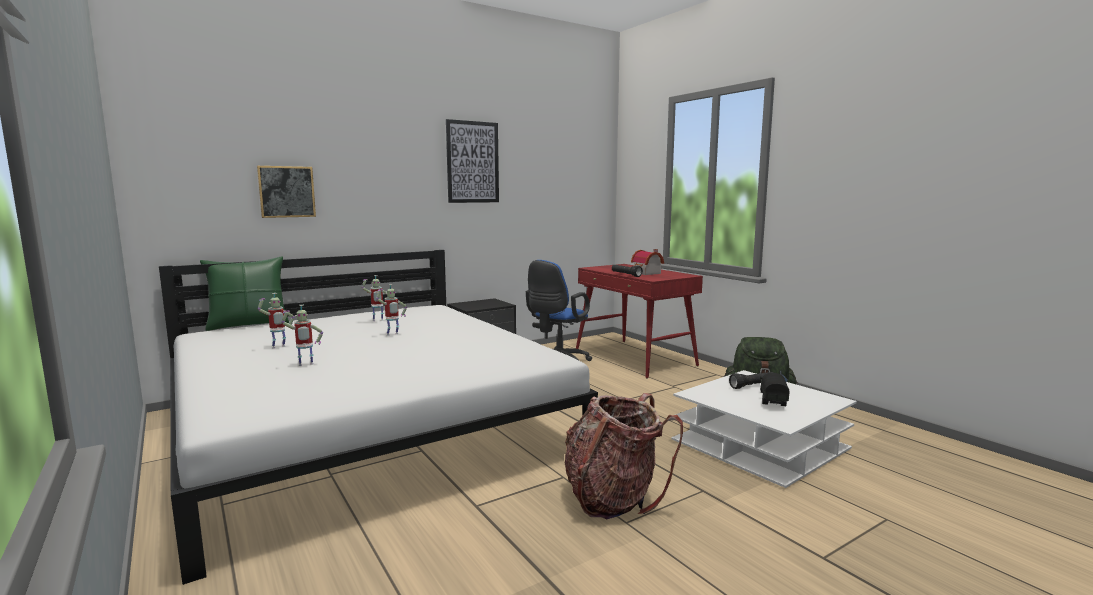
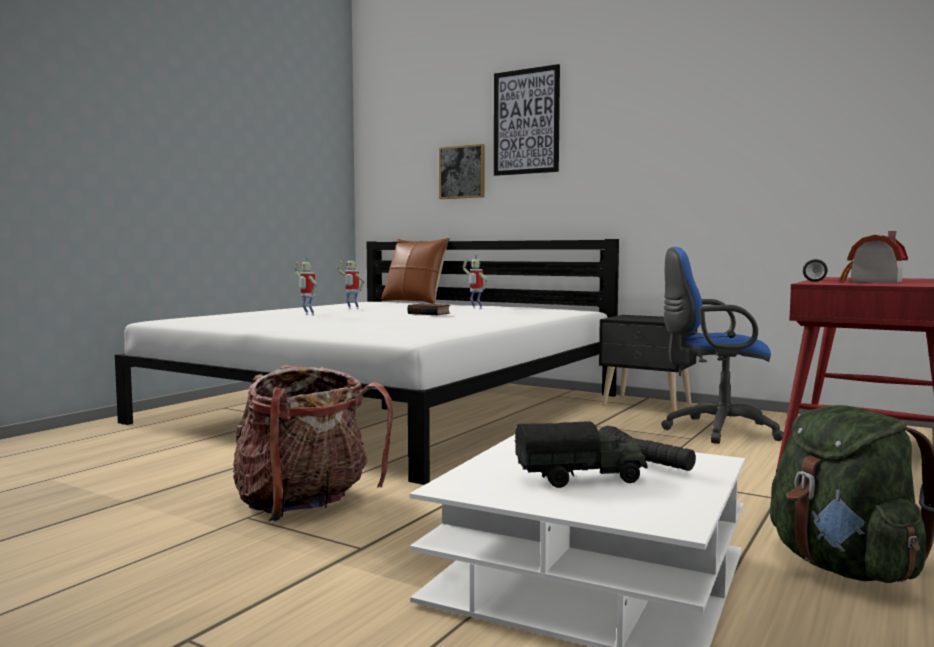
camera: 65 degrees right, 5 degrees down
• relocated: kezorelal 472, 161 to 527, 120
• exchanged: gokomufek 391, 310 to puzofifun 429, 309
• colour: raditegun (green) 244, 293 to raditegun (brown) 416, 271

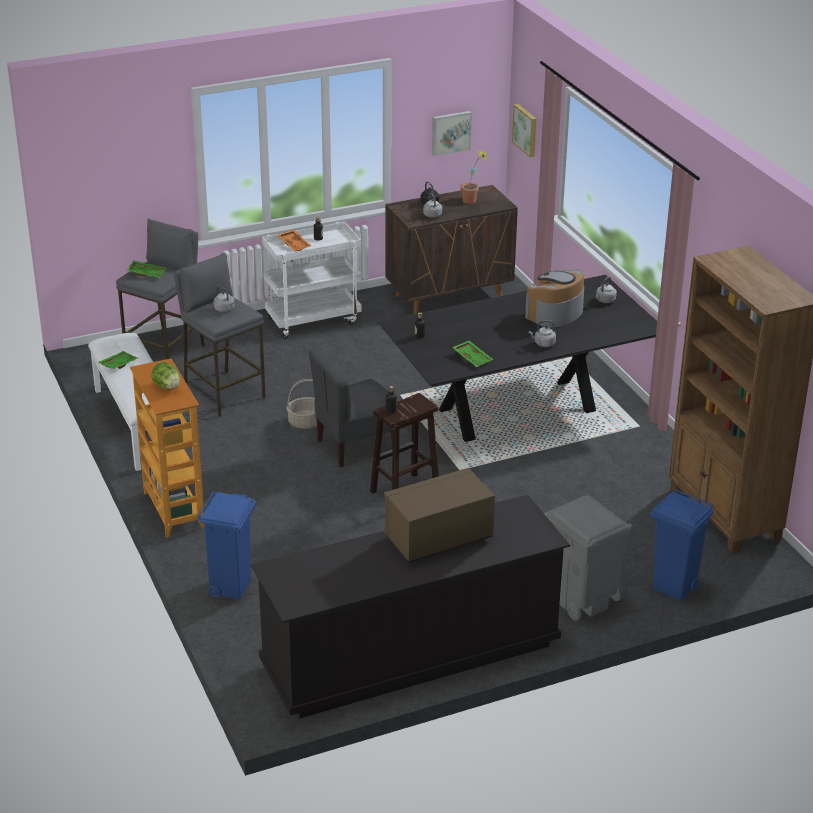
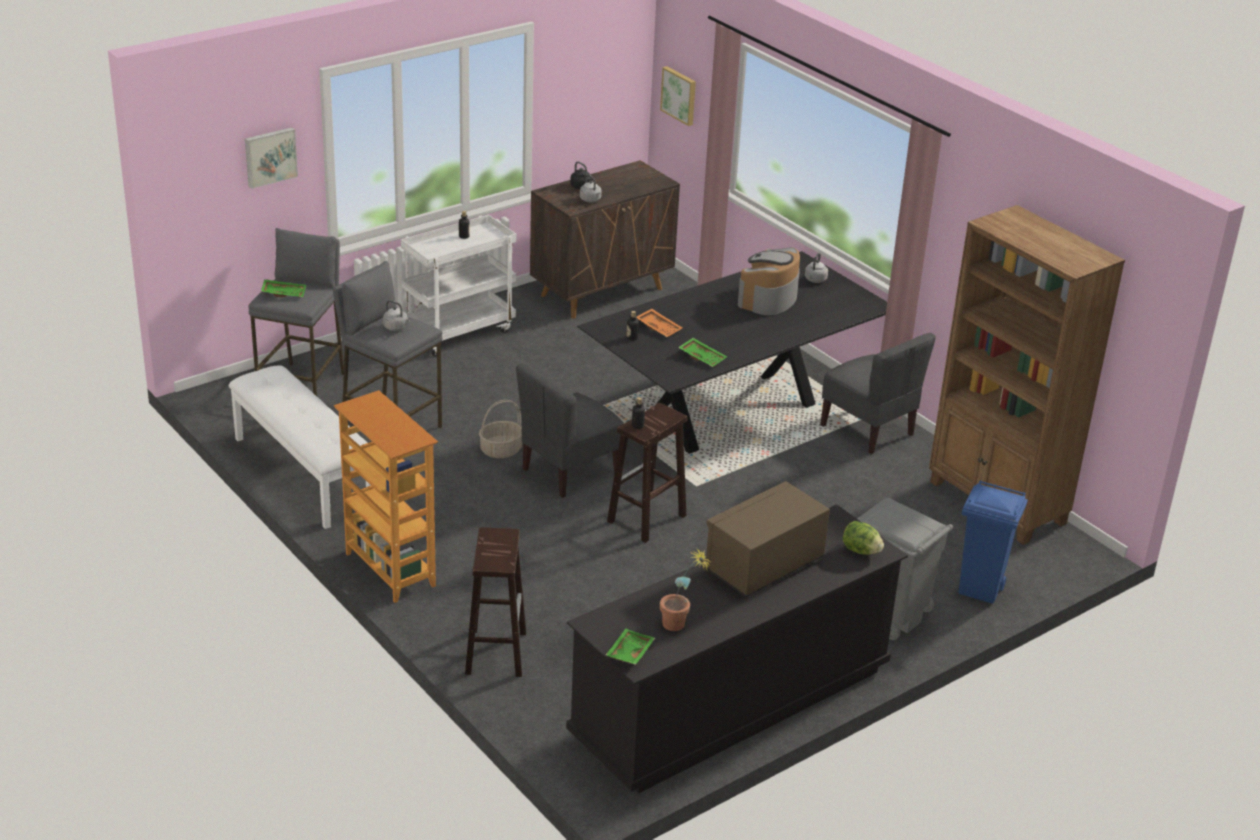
camera: 15 degrees left, 0 degrees up
• missing: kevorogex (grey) 542, 333
• appeared: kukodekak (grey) 878, 393
• relocated: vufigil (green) 118, 360 to 630, 647
• relocated: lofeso 165, 375 to 863, 538
• relocated: vufigil (orange) 294, 240 to 659, 323
• relocated: kezorelal 452, 133 to 271, 158
• relocated: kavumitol 475, 177 to 685, 589
• exchanged: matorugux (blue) 227, 545 to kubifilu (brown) 495, 602

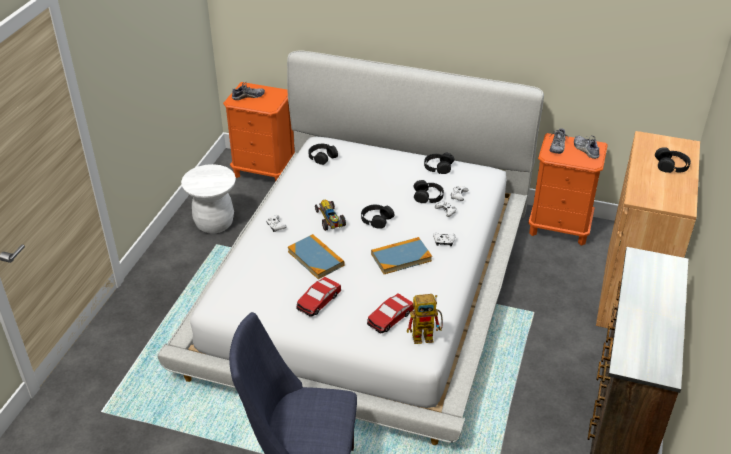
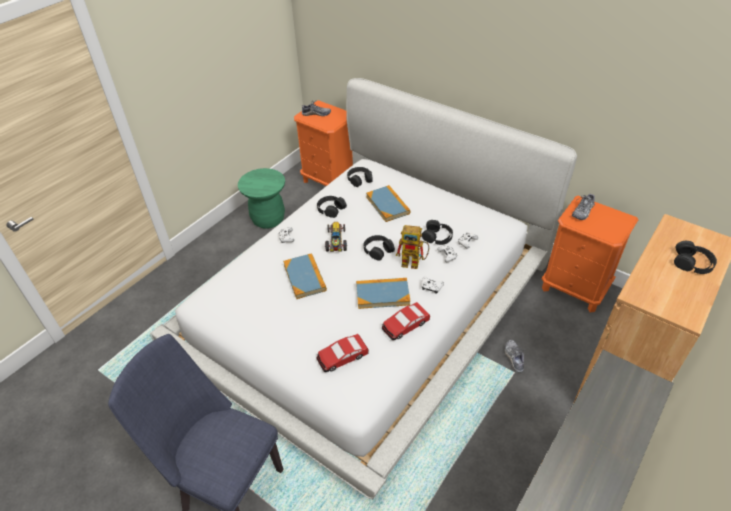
camera: 20 degrees right, 5 degrees up
• appeared: puzofifun 388, 203
• relocated: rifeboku 319, 296 to 406, 321
• relocated: gokomufek 425, 319 to 412, 247
• relocated: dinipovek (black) 439, 163 to 332, 207
• relocated: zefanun 587, 147 to 515, 355
• colour: kubifilu (white) 208, 199 to kubifilu (green) 261, 198

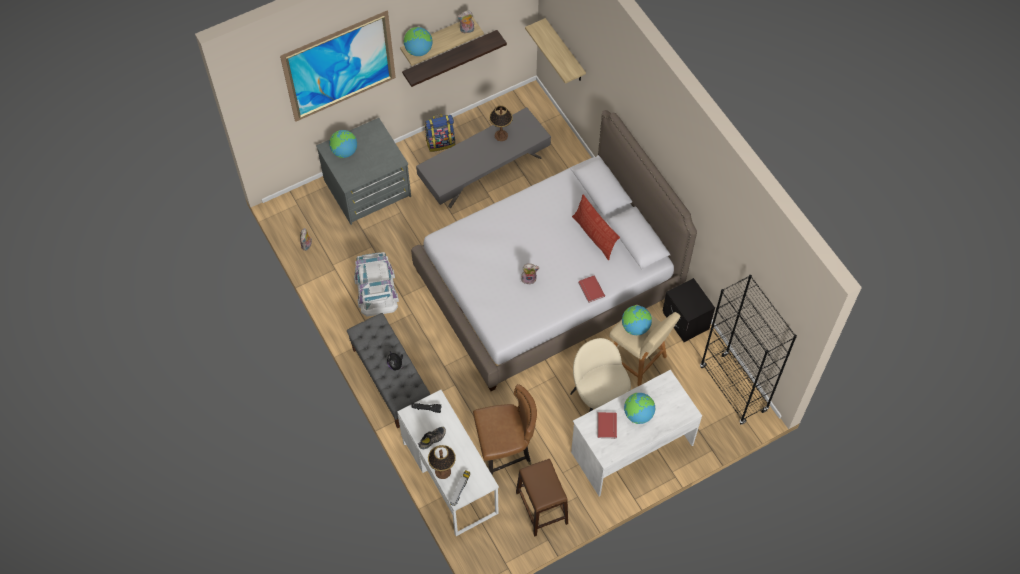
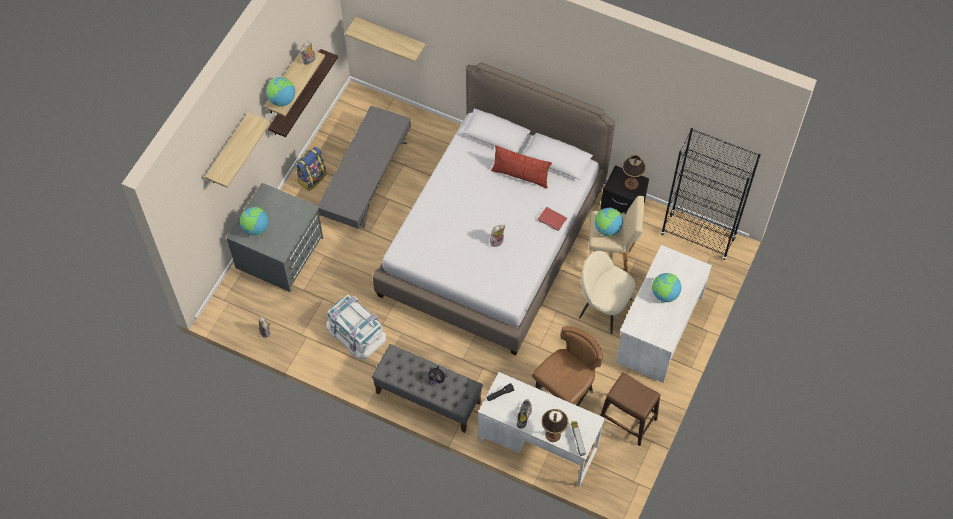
camera: 35 degrees left, 0 degrees up
• missing: puzofifun (red) 607, 425
• relocated: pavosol 501, 123 to 634, 172
• exchanged: kezorelal 338, 66 to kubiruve 237, 150

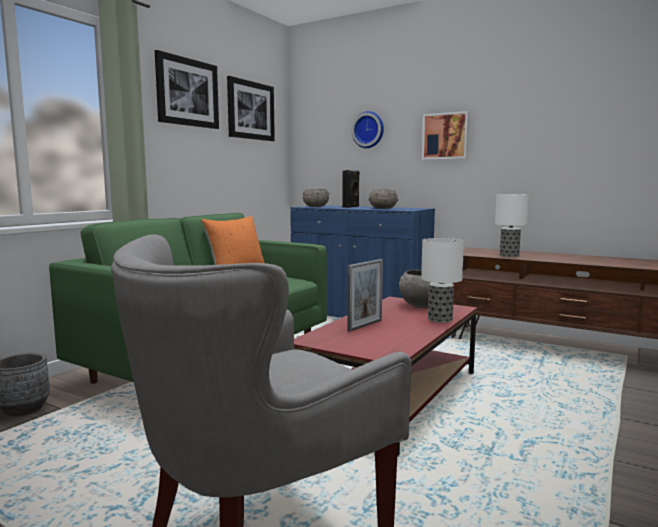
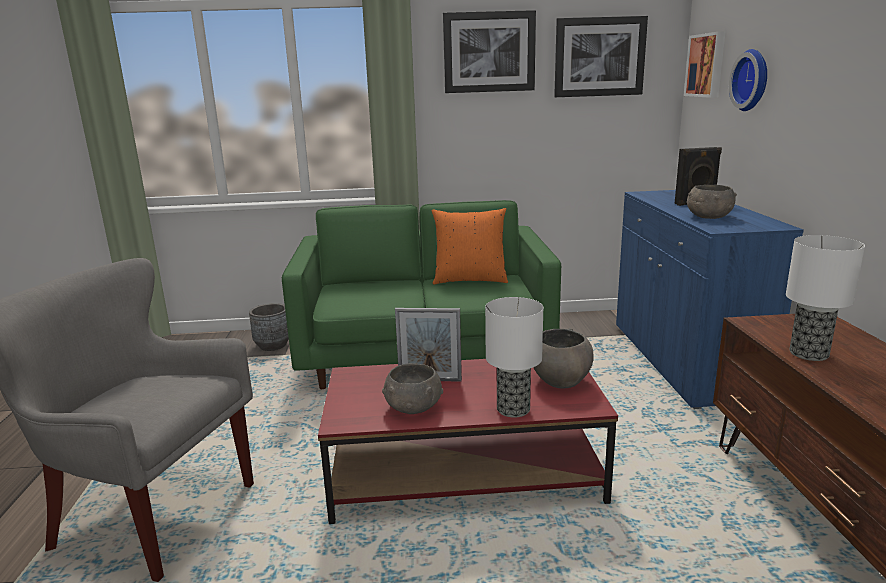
camera: 55 degrees right, 10 degrees up
• relocated: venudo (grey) 316, 198 to 412, 388
• relocated: kezorelal 445, 135 to 705, 64

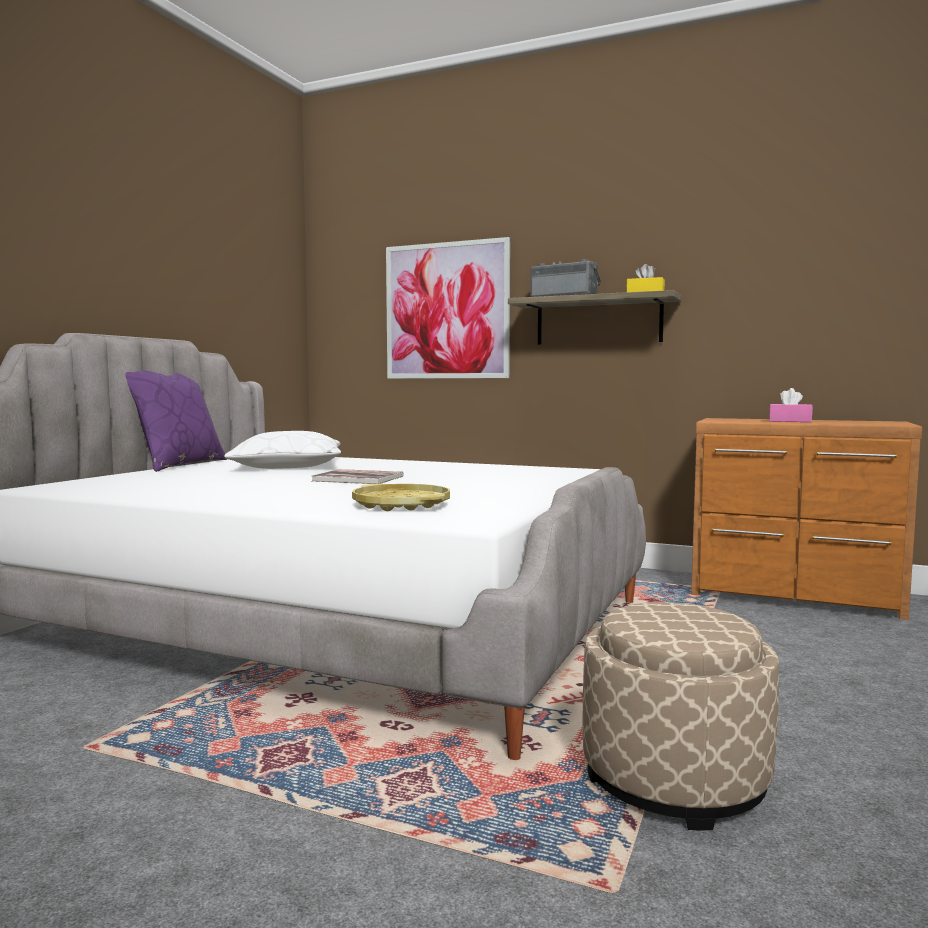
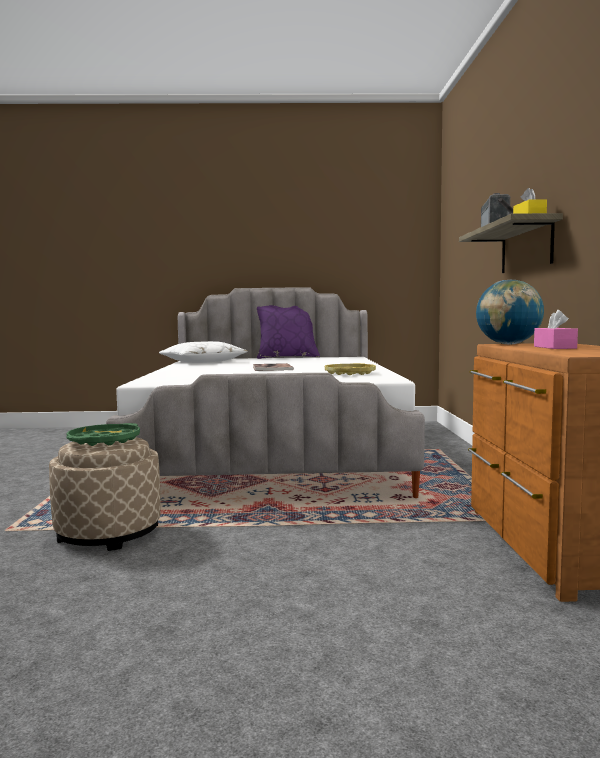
camera: 65 degrees right, 0 degrees up
• missing: kezorelal 448, 308
• appeared: vufigil (green) 103, 434
• appeared: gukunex 510, 312
• relocated: raditegun (white) 282, 450 to 203, 352
• relocated: vufigil (yellow) 401, 497 to 350, 369

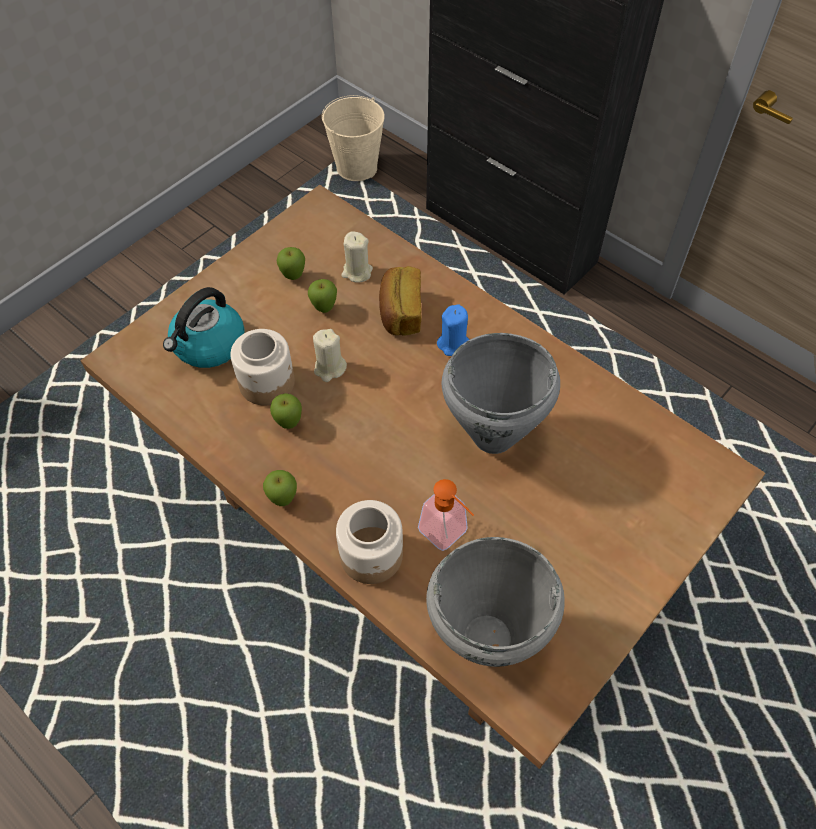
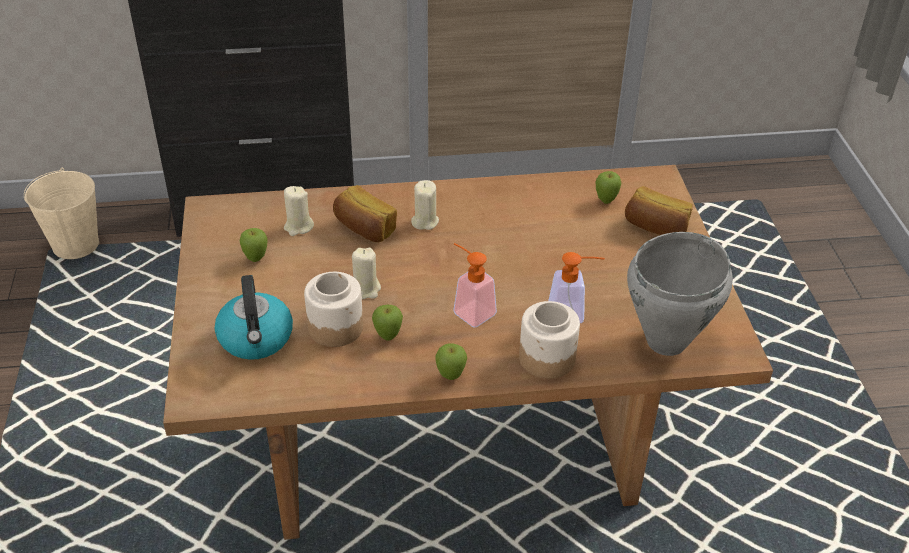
camera: 50 degrees left, 15 degrees down
• missing: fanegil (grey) 501, 393
• appeared: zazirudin 475, 285
• appeared: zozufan 659, 210
• relocated: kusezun 322, 296 to 608, 187
• colour: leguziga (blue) 453, 330 to leguziga (beige) 425, 205

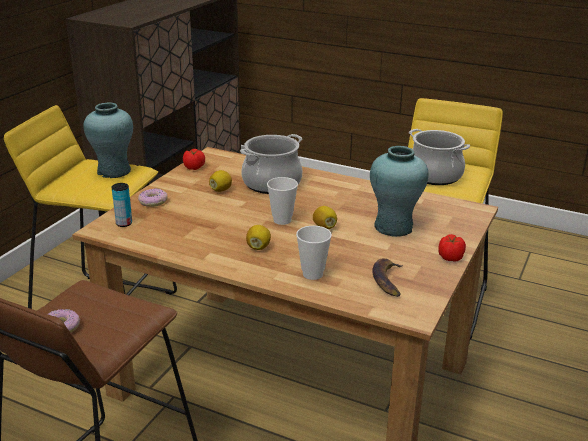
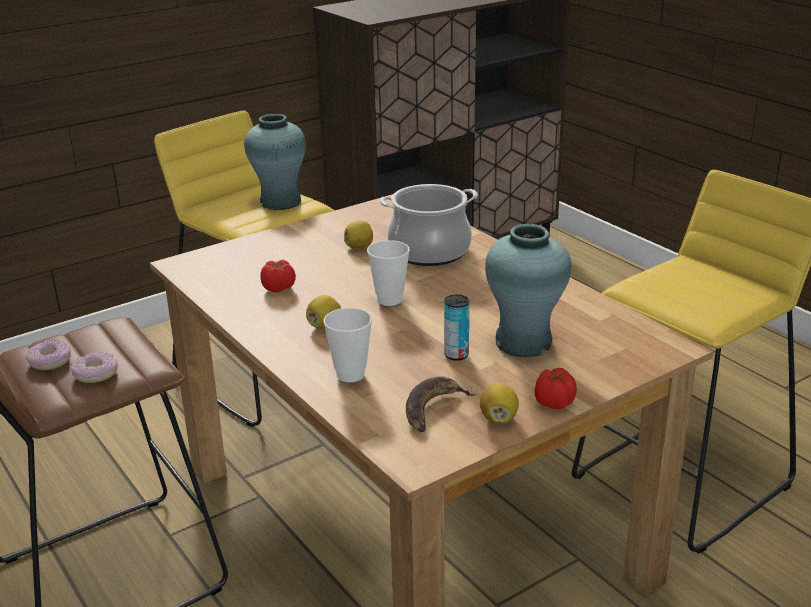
camera: 30 degrees right, 0 degrees up
• missing: fanegil 439, 157
• relocated: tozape 121, 205 to 456, 328
• relocated: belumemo 153, 197 to 94, 367
• relocated: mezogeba 194, 159 to 278, 276
• relocated: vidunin 325, 217 to 499, 403

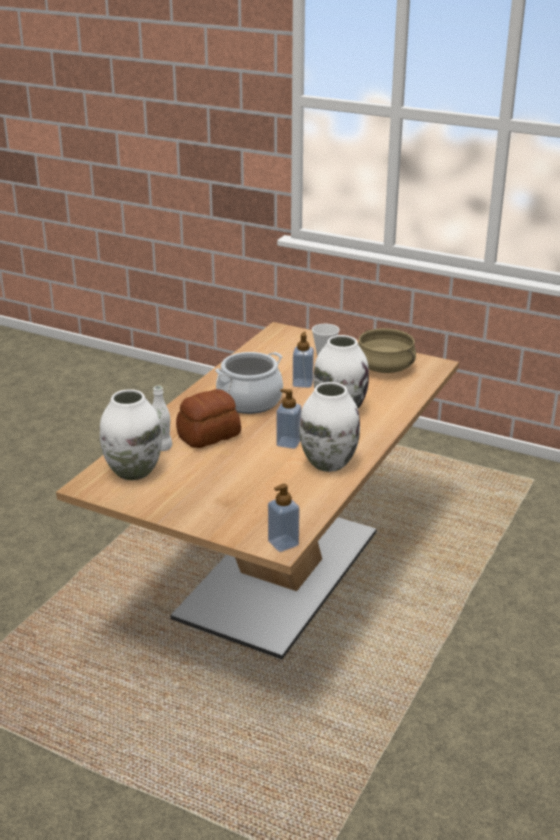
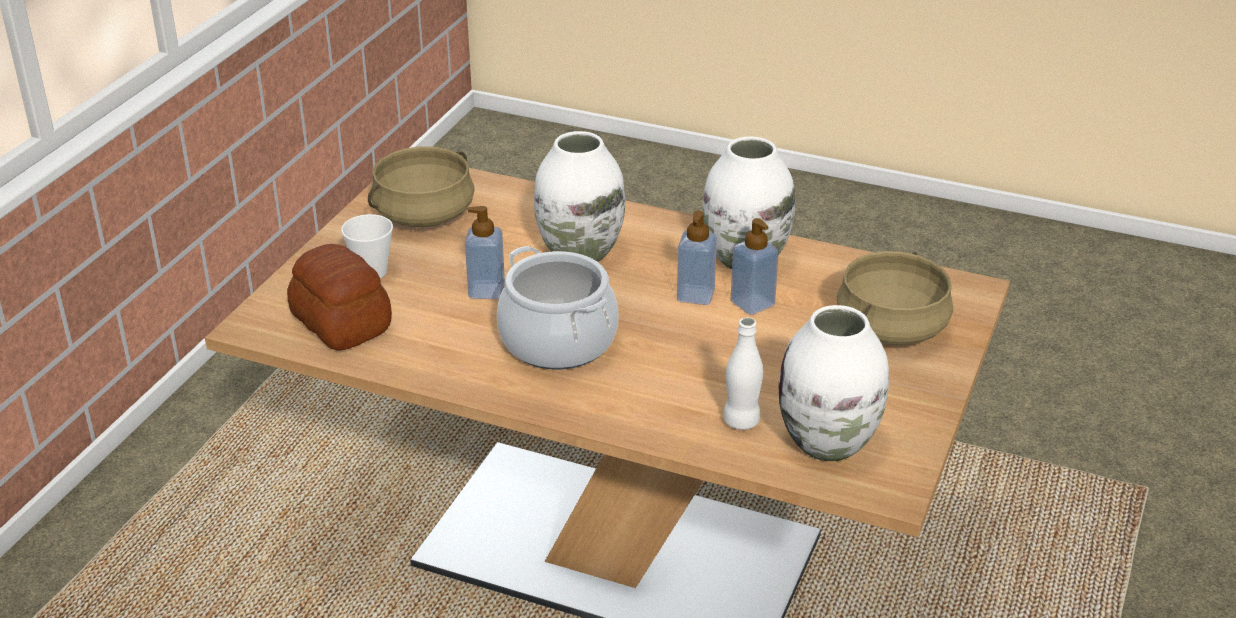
camera: 95 degrees left, 5 degrees up
• appeared: fanegil (beige) 895, 298
• relocated: zozufan 208, 418 to 339, 297
• relocated: zazirudin 284, 518 to 755, 266

